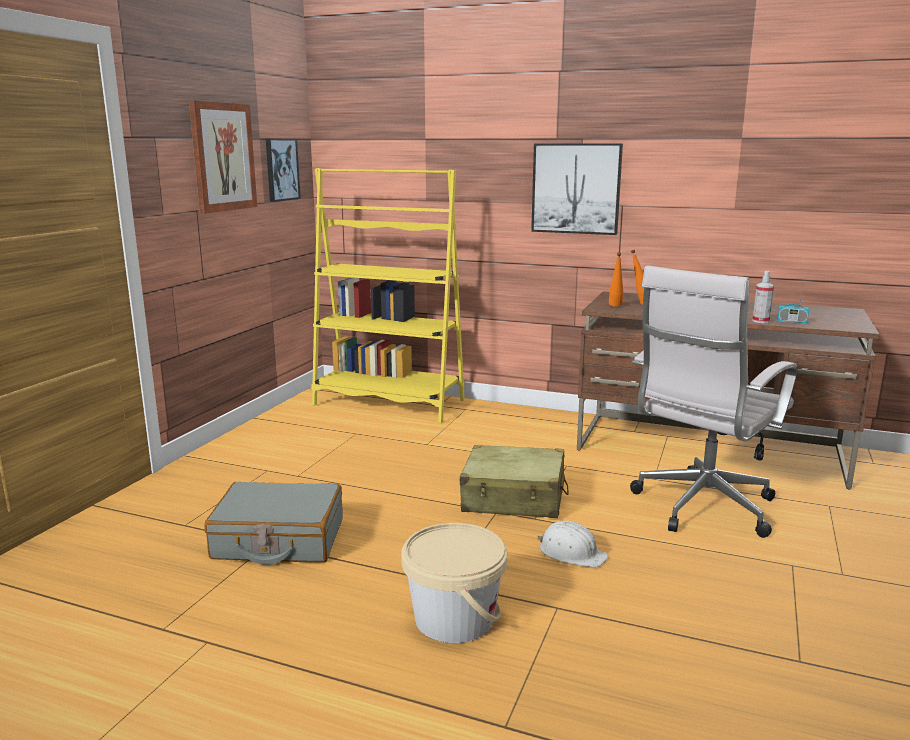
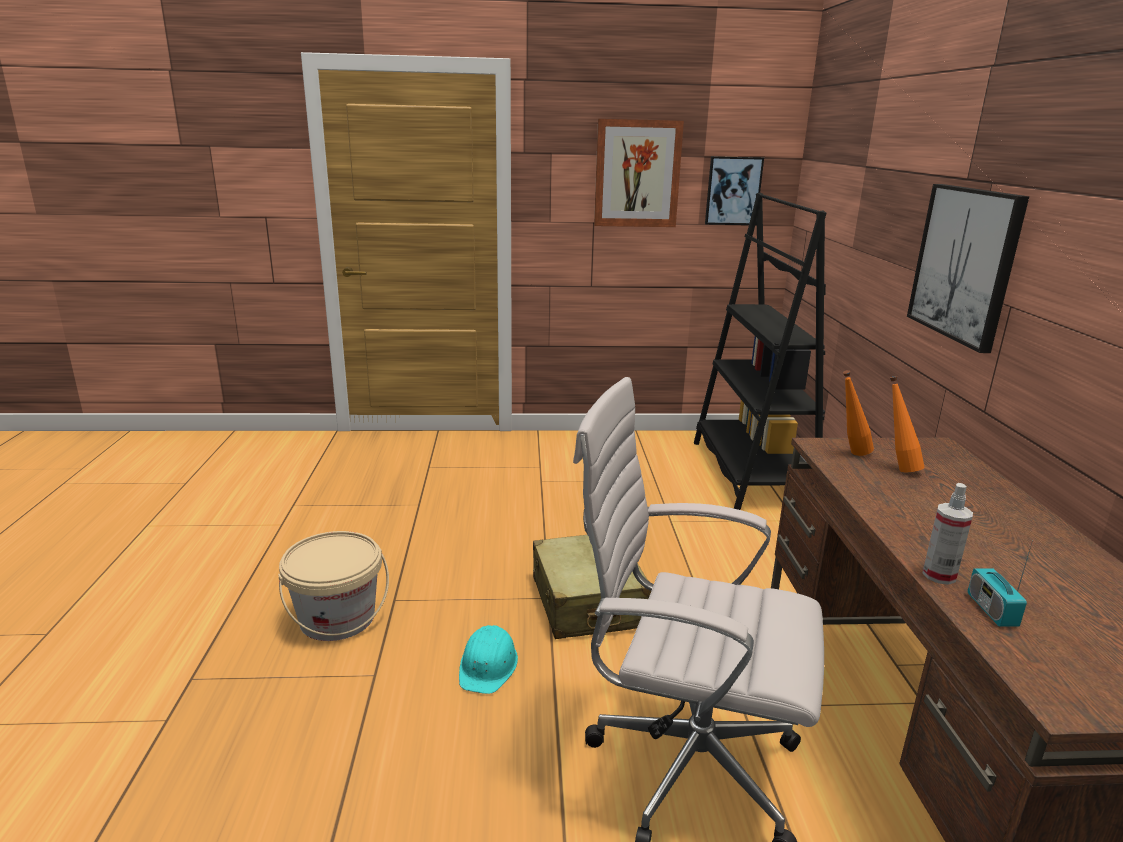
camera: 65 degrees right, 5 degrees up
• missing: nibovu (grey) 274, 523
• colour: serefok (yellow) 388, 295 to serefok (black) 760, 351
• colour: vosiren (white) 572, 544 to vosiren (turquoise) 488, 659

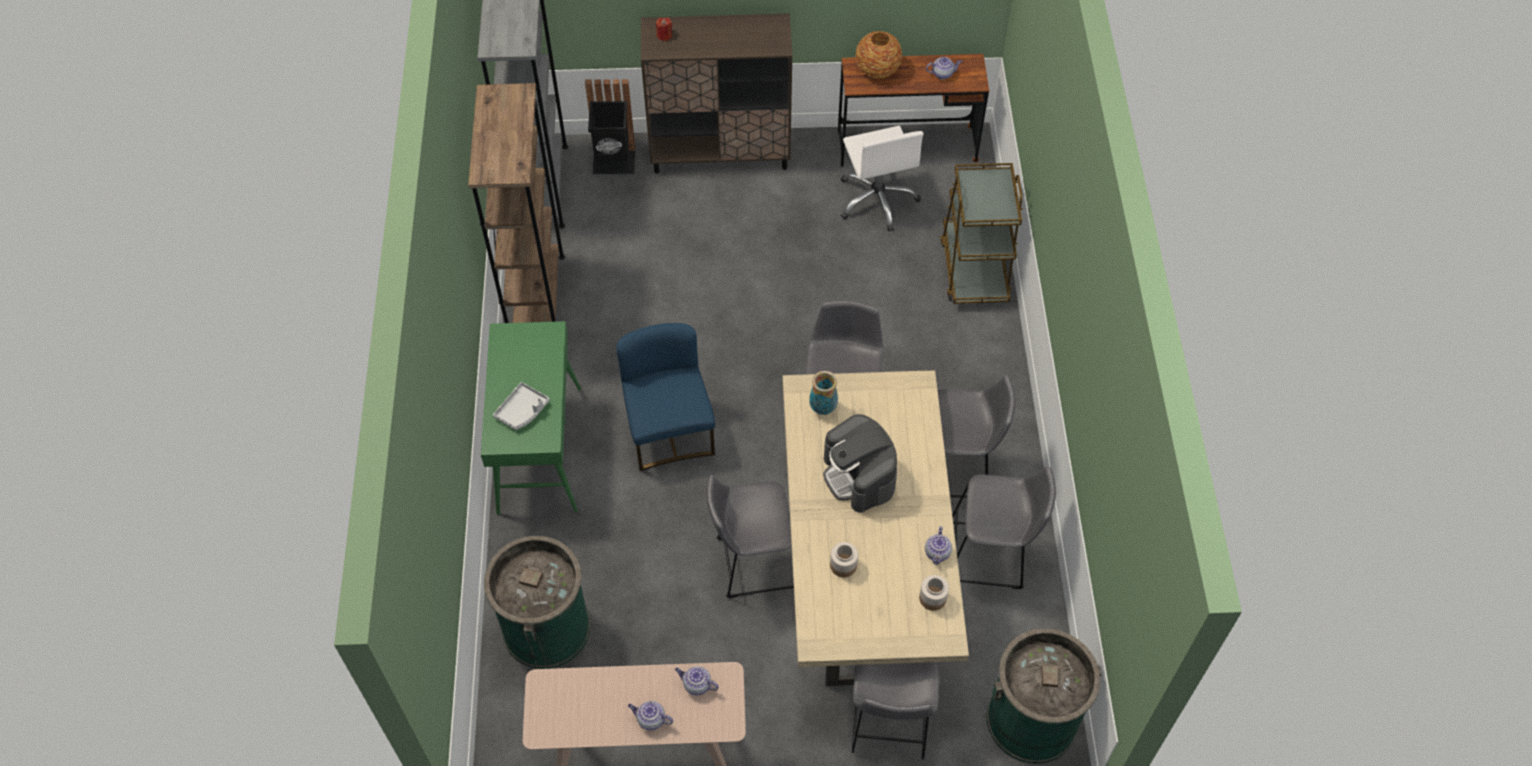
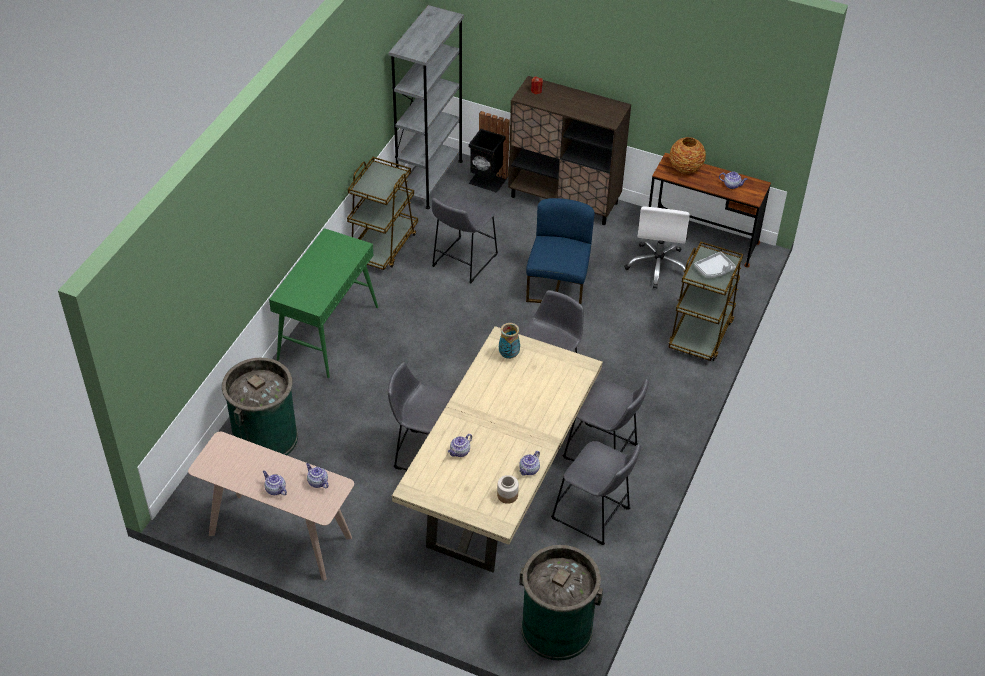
camera: 25 degrees right, 10 degrees down
• missing: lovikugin 860, 463
• relocated: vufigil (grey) 521, 406 to 715, 264
• relocated: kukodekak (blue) 665, 397 to 560, 251
• relocated: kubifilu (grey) 896, 711 to 465, 239
• exchanged: serefok (brown) 516, 203 to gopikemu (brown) 382, 213
• exchanged: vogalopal 844, 559 to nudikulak 460, 445

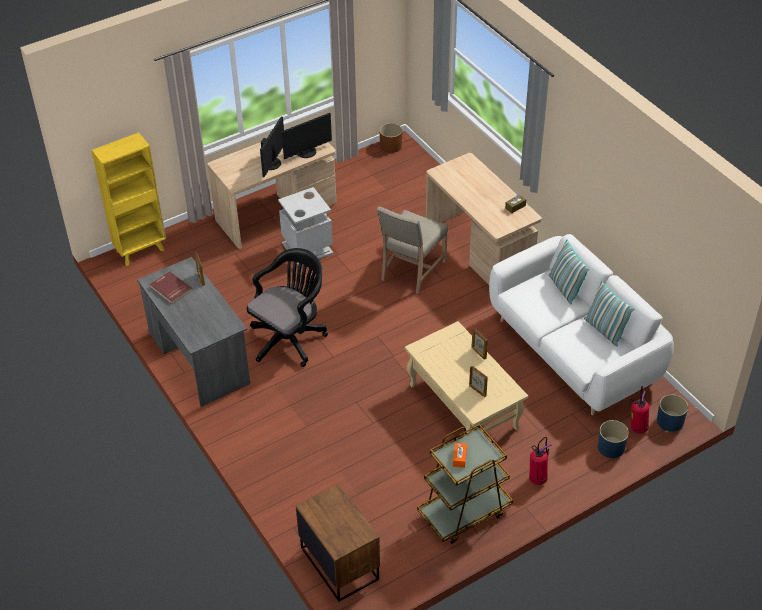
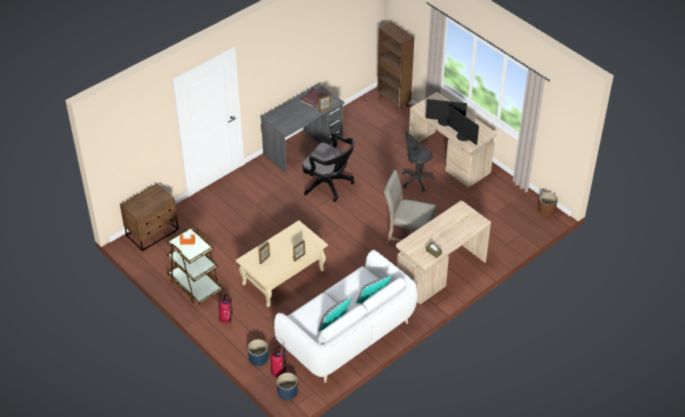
camera: 80 degrees right, 0 degrees up
• exchanged: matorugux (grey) 305, 226 to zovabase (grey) 418, 161
• colour: serefok (yellow) 129, 199 to serefok (brown) 395, 68

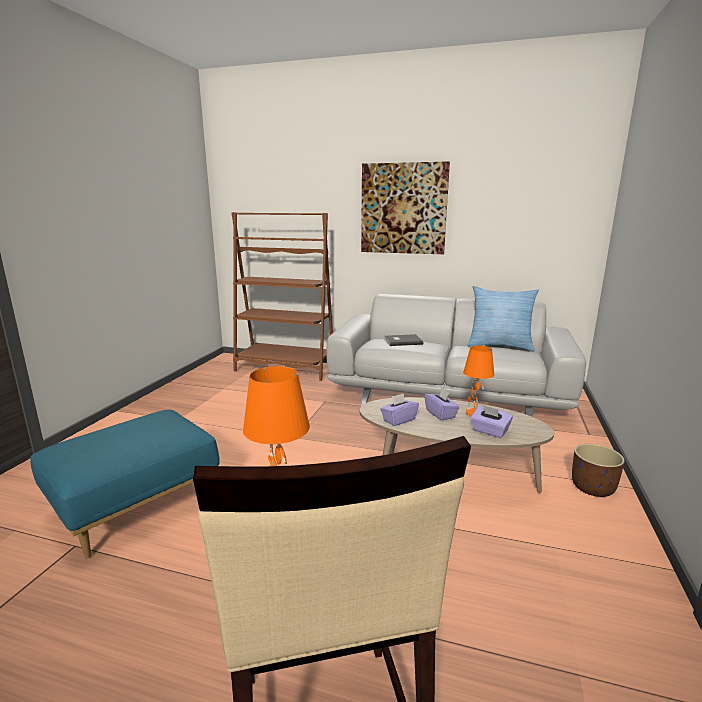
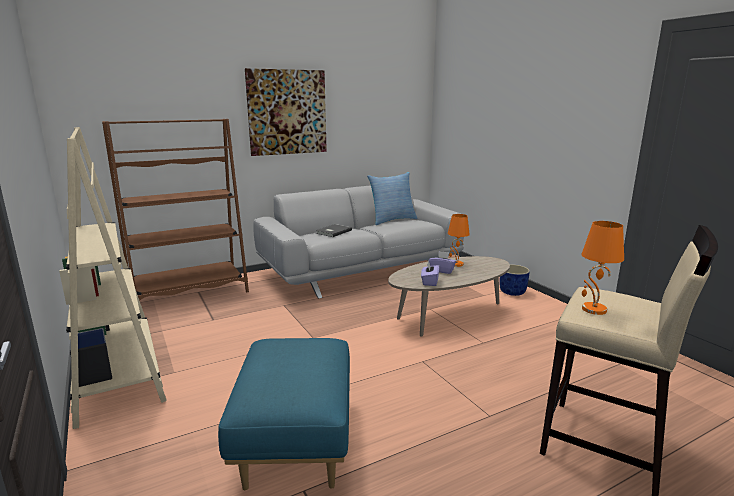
camera: 45 degrees left, 0 degrees up
• missing: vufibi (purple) 491, 422
• appeared: serefok (beige) 113, 278
• colour: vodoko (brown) 598, 470 to vodoko (blue) 515, 280

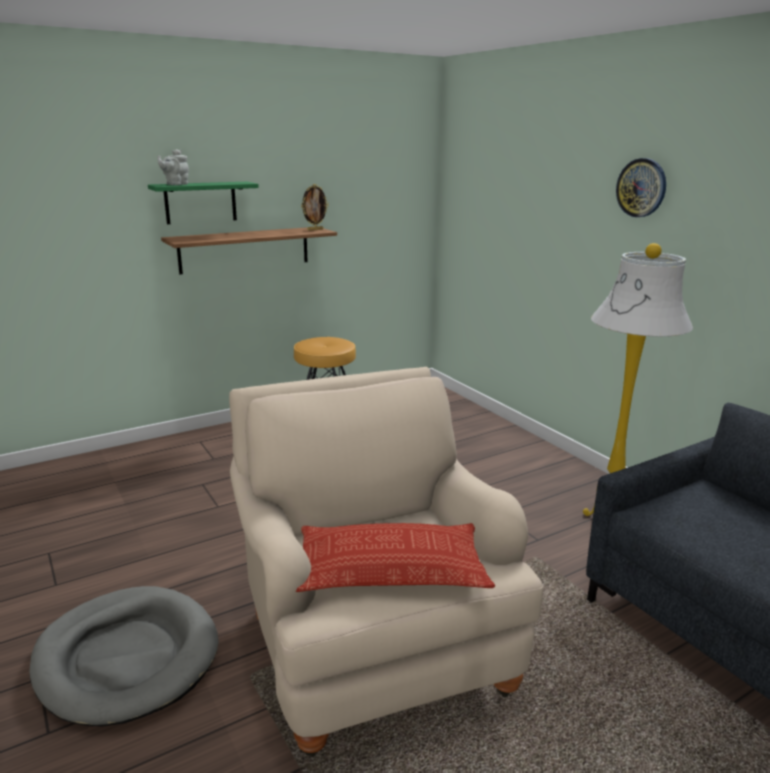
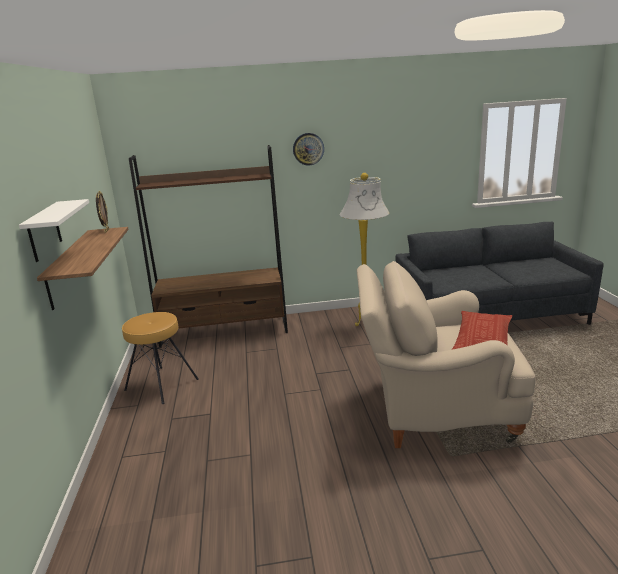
camera: 65 degrees left, 0 degrees up
• missing: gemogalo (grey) 124, 656
• missing: nudikulak (grey) 173, 167
• appeared: serefok (brown) 208, 246
• colour: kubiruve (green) 203, 203 to kubiruve (white) 54, 230

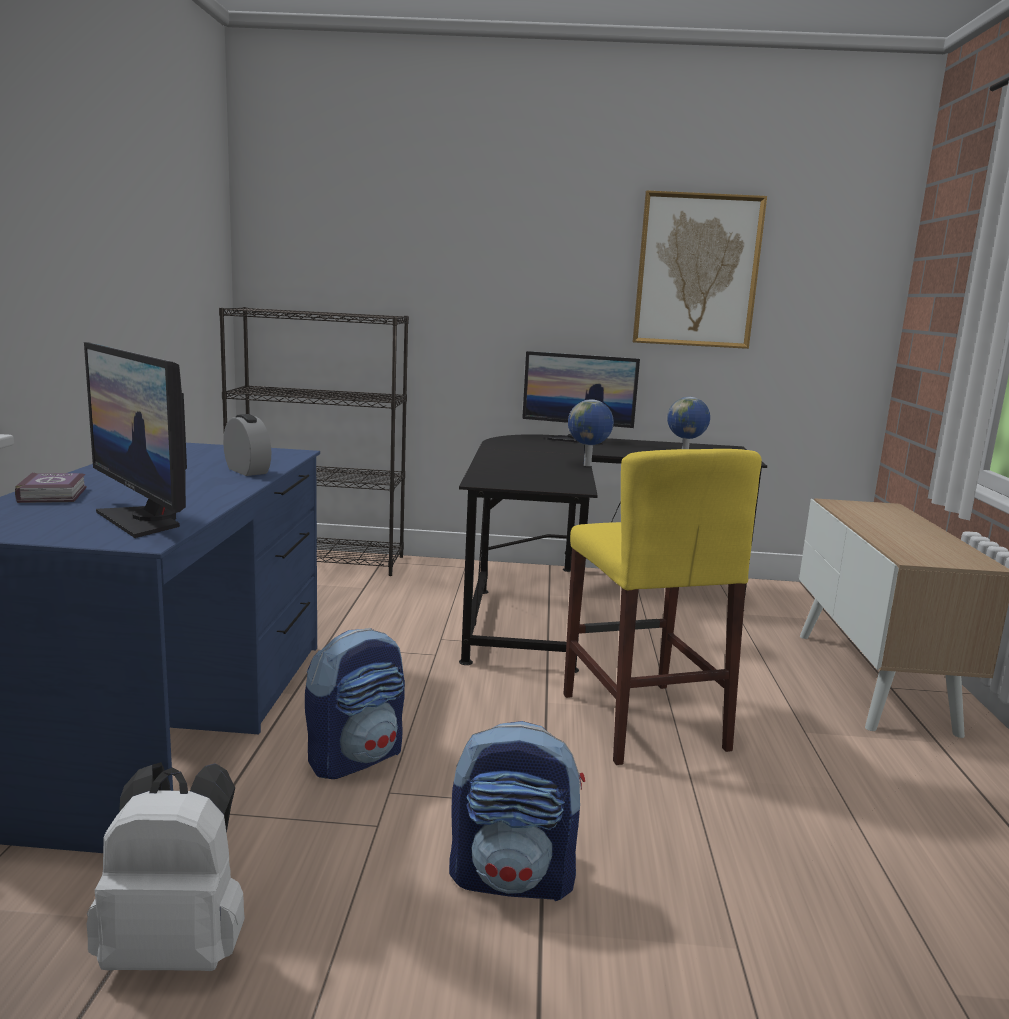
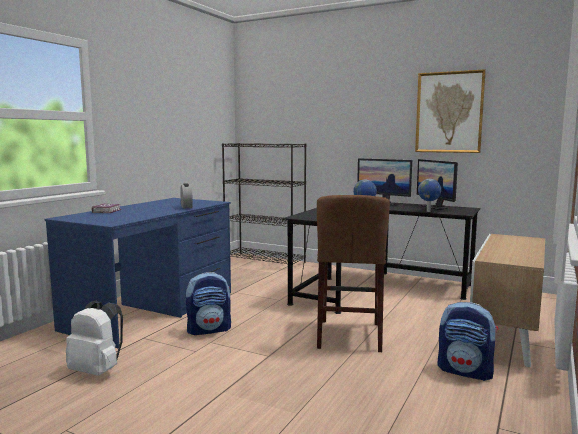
camera: 25 degrees right, 5 degrees down
• relocated: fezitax 135, 440 to 437, 184
• relocated: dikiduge 517, 811 to 467, 341
• colour: kubifilu (yellow) 663, 607 to kubifilu (brown) 353, 273

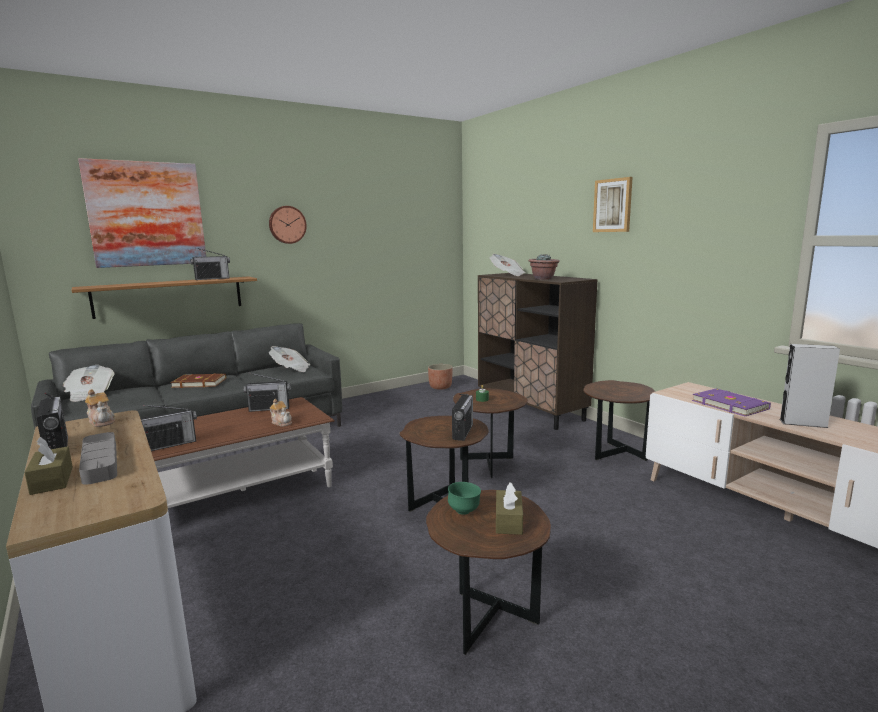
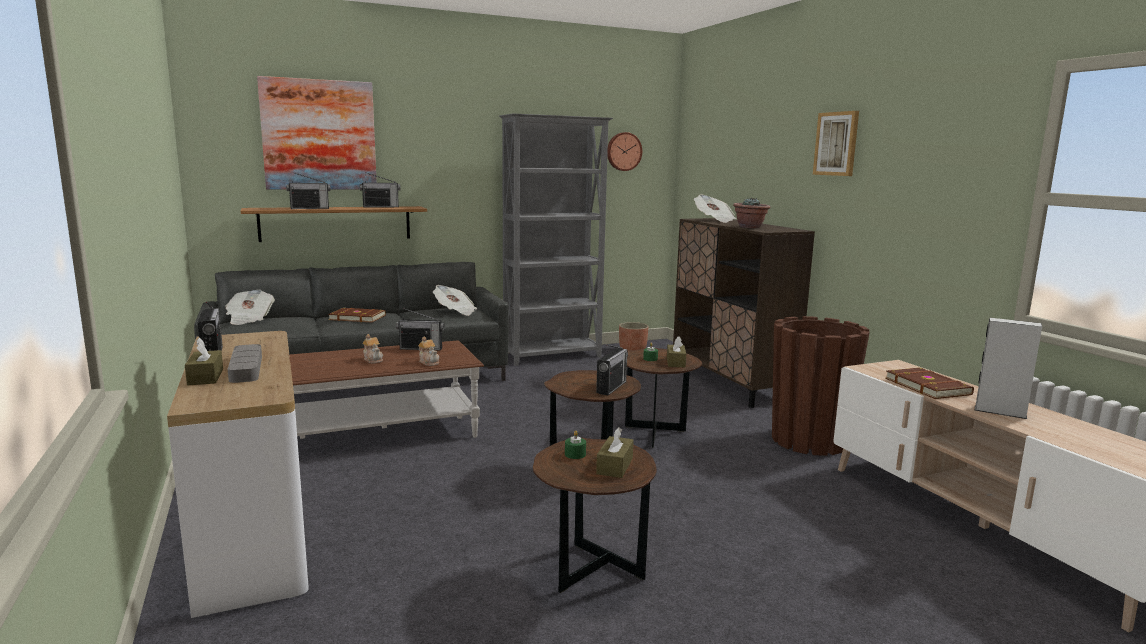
camera: 10 degrees right, 0 degrees up
• appeared: serefok (grey) 556, 239
• appeared: vufibi (brown) 676, 351
• relocated: nudikulak 100, 408 to 373, 349
• relocated: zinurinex 168, 428 to 308, 190
• relocated: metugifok 288, 225 to 624, 151
• exchanged: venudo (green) 464, 498 to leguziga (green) 575, 445
• exchanged: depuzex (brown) 619, 420 to vodoko (brown) 821, 386
• colour: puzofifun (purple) 731, 402 to puzofifun (brown) 929, 383

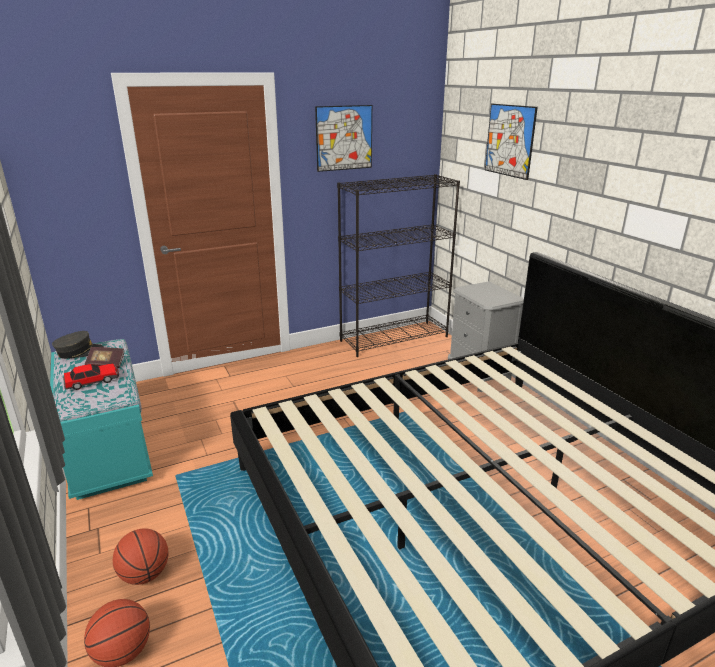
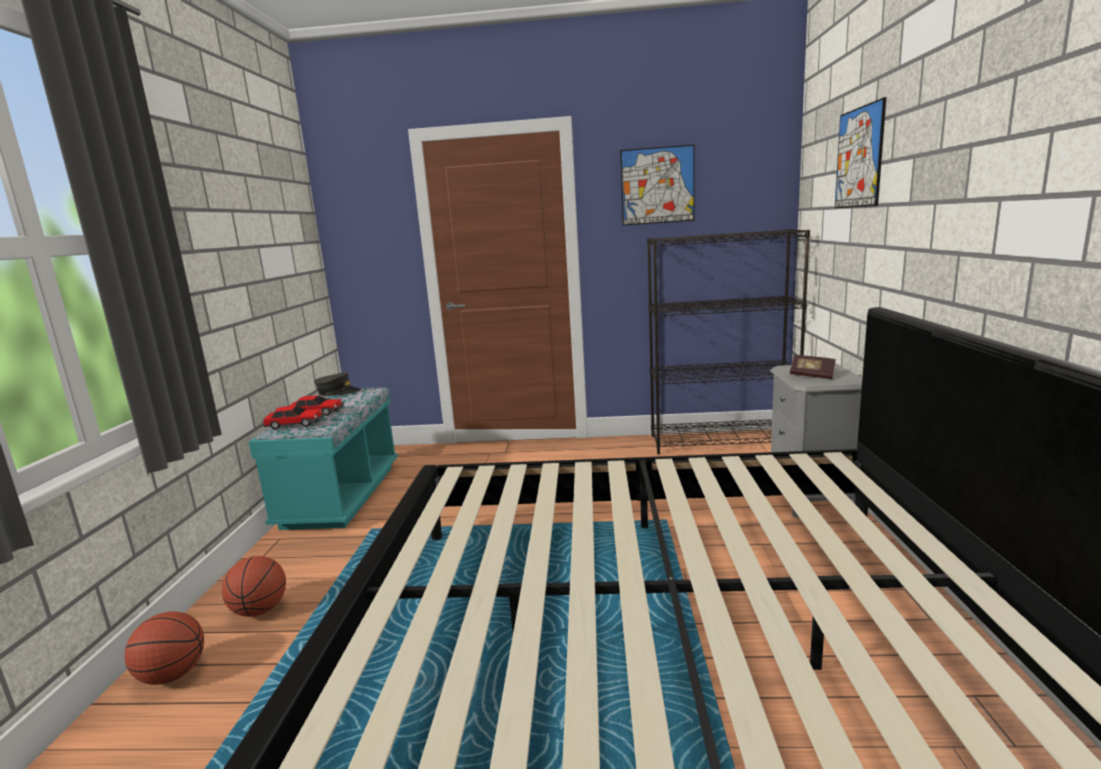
camera: 30 degrees right, 10 degrees down
• appeared: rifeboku 293, 417
• relocated: puzofifun 105, 357 to 813, 367

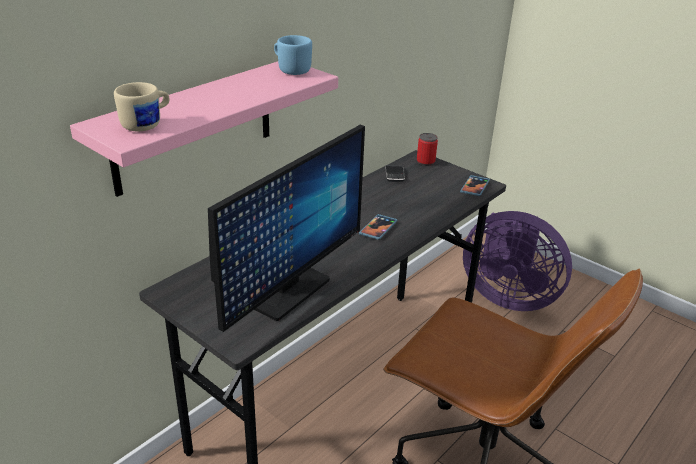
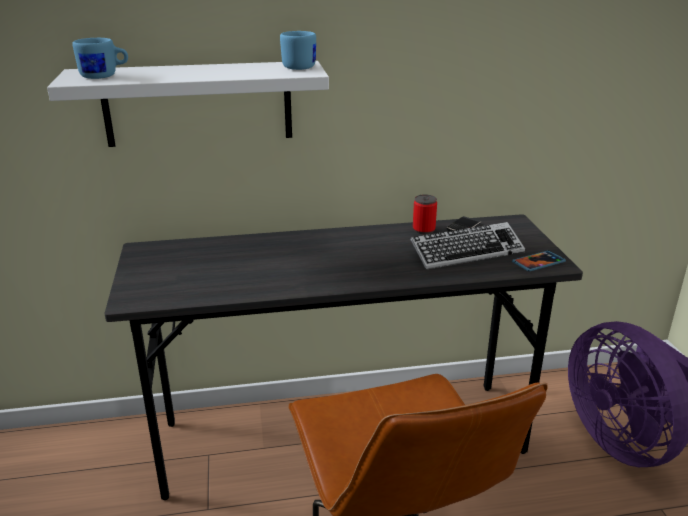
camera: 40 degrees right, 5 degrees down
• missing: fezitax 286, 228
• missing: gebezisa 378, 227
• appeared: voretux 468, 246
• relocated: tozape 427, 149 to 425, 214
• colour: kubiruve (pink) 204, 129 to kubiruve (white) 188, 104
• colour: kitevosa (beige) 141, 106 to kitevosa (blue) 100, 58

